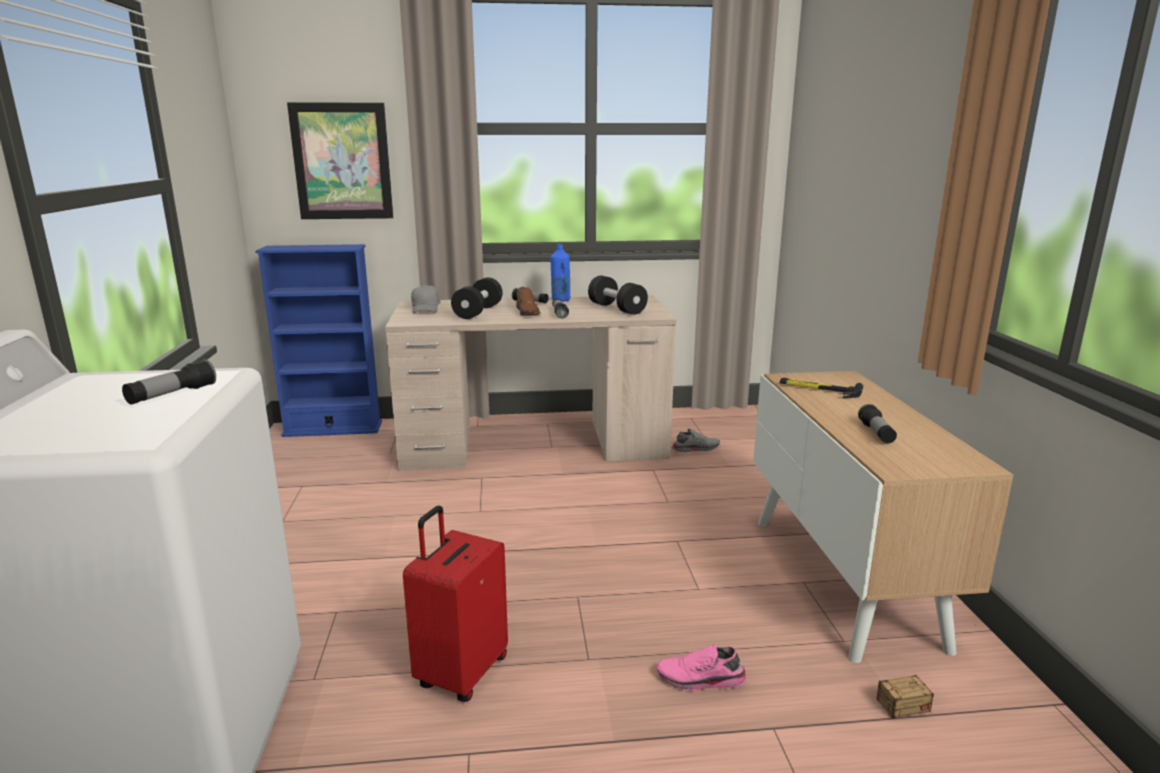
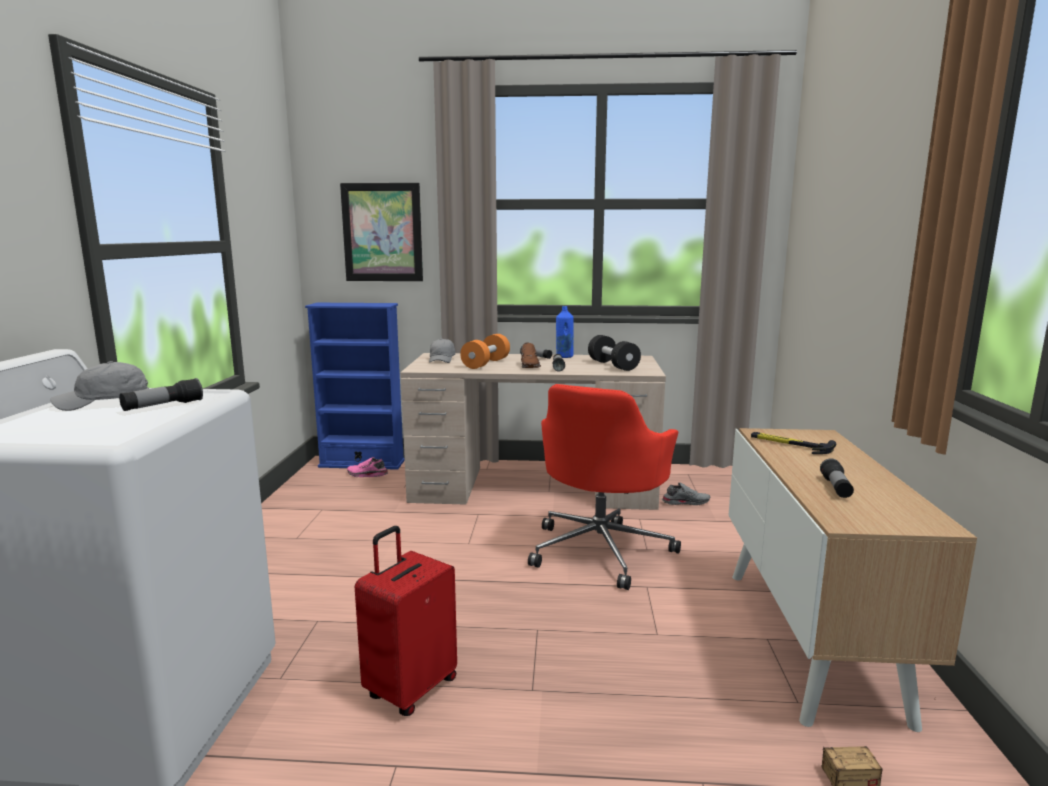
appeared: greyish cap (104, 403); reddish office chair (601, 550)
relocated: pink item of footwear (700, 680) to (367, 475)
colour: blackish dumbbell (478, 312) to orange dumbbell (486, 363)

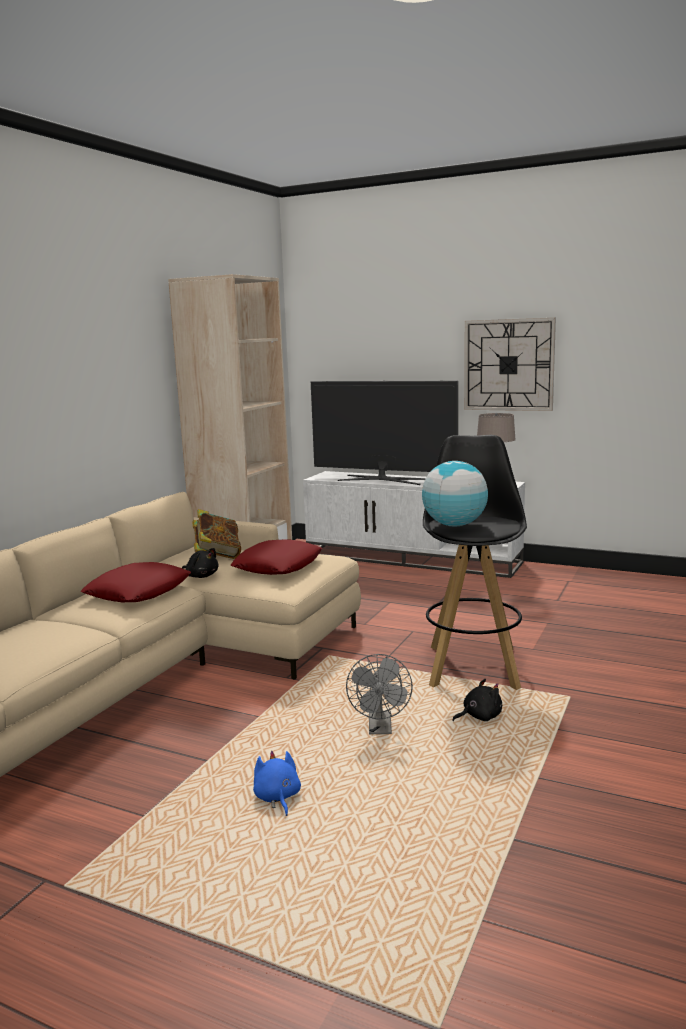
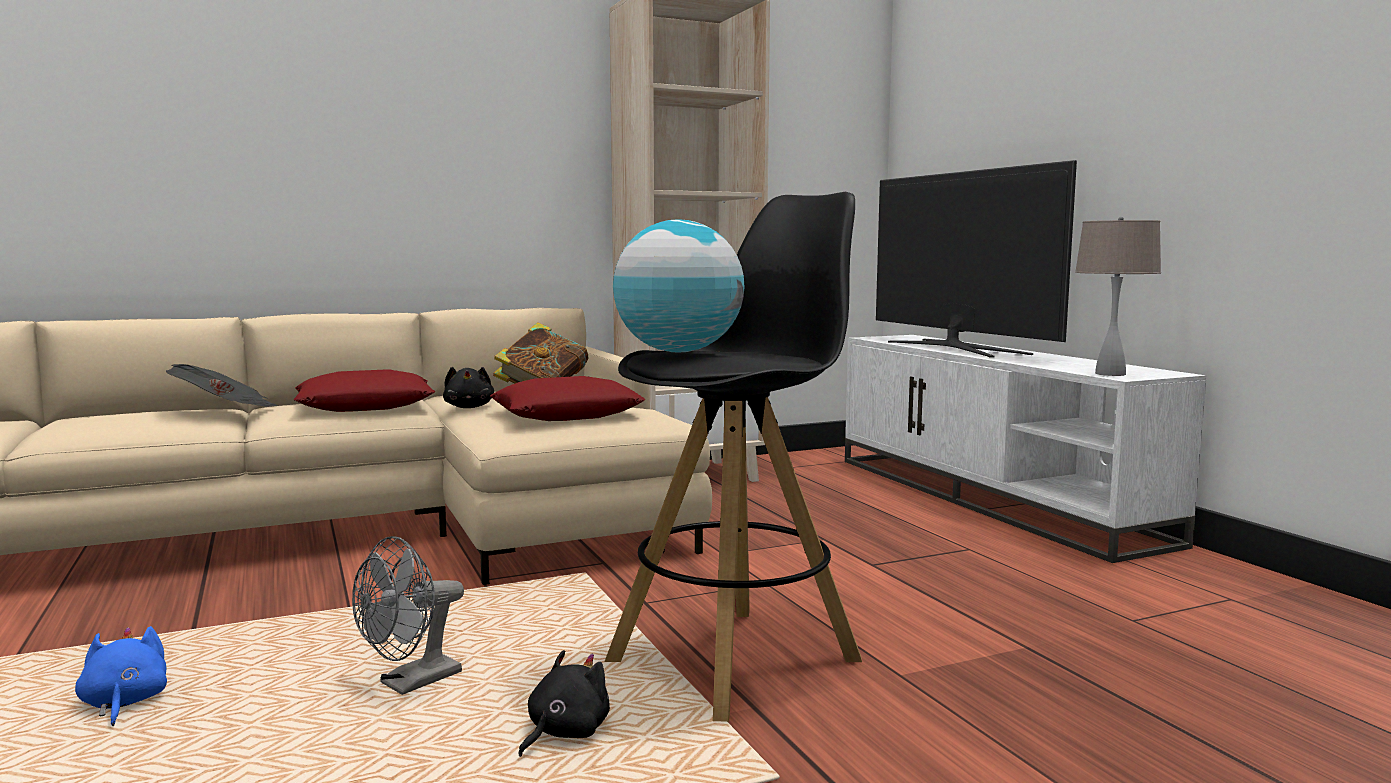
missing: wall clock (508, 365)
appeared: newspaper (226, 413)
spun: blue-coloured plush toy (277, 798) = (123, 703) 45 degrees counterclockwise; blackish plush toy (479, 717) = (564, 733) 75 degrees counterclockwise

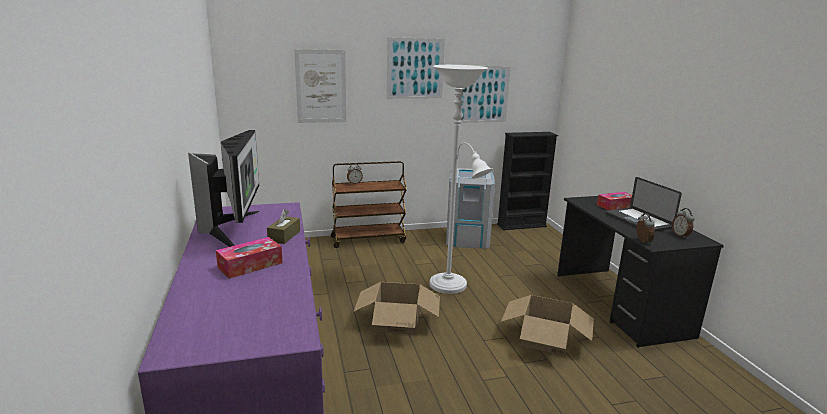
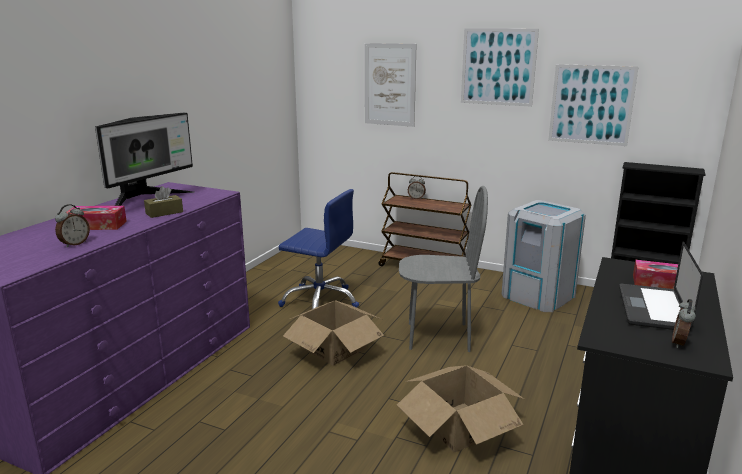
appeared: blue-coloured office chair (320, 301)
relocated: alarm clock (642, 241) to (74, 244)
exchanged: white-coloured floor lamp (451, 286) to greyish plain chair (438, 336)

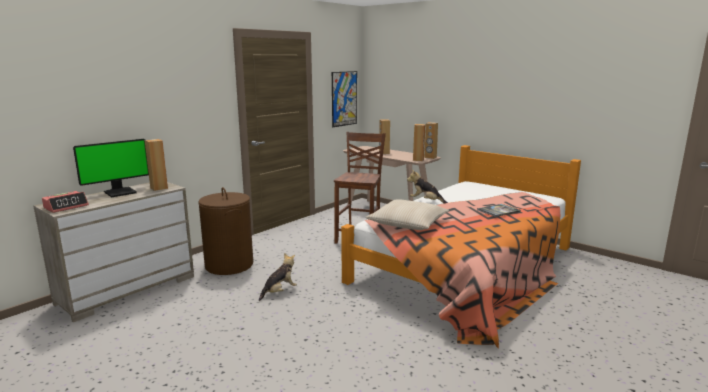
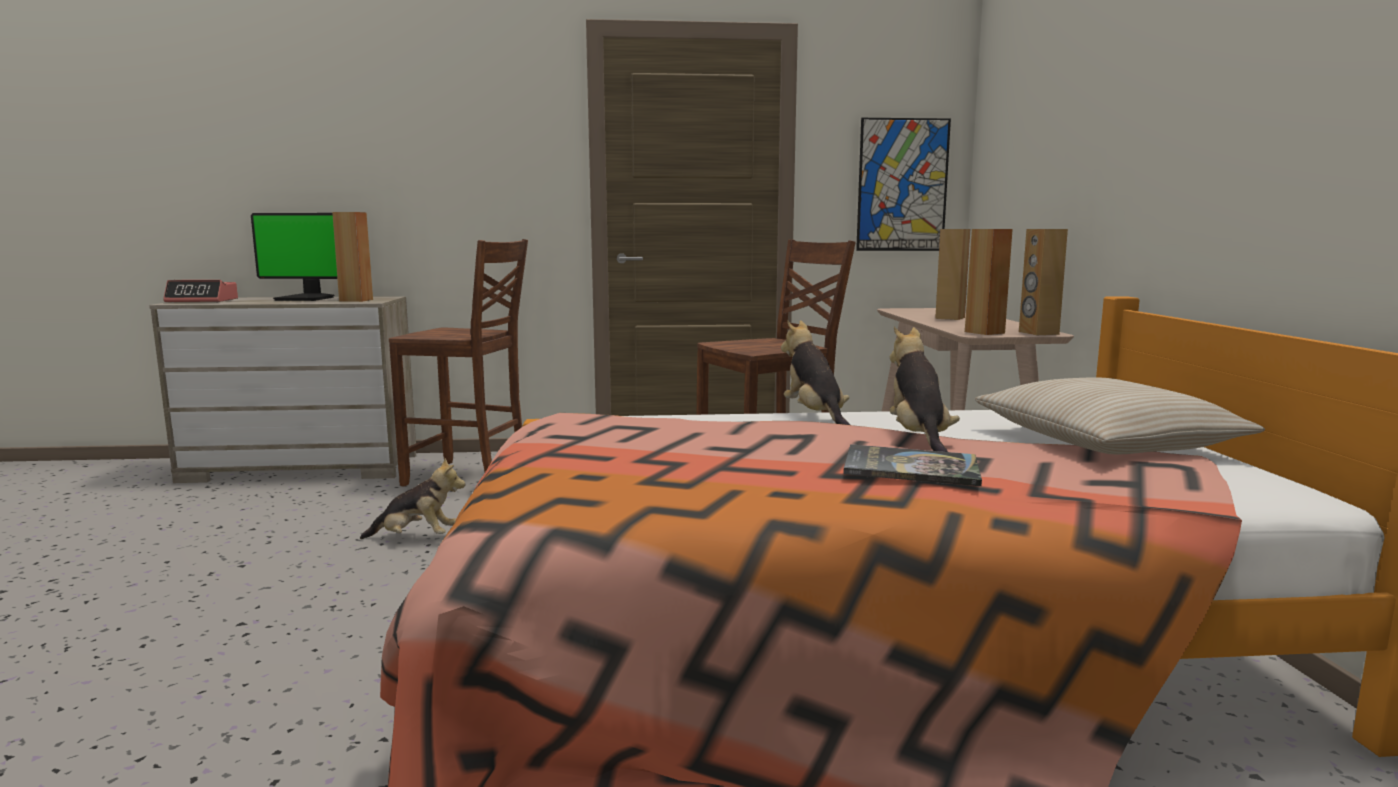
appeared: plush toy (919, 439)
relocated: beige-coloured pillow (407, 223) to (1105, 442)
exchanged: brownish laundry basket (229, 265) to brownish plain chair (469, 478)

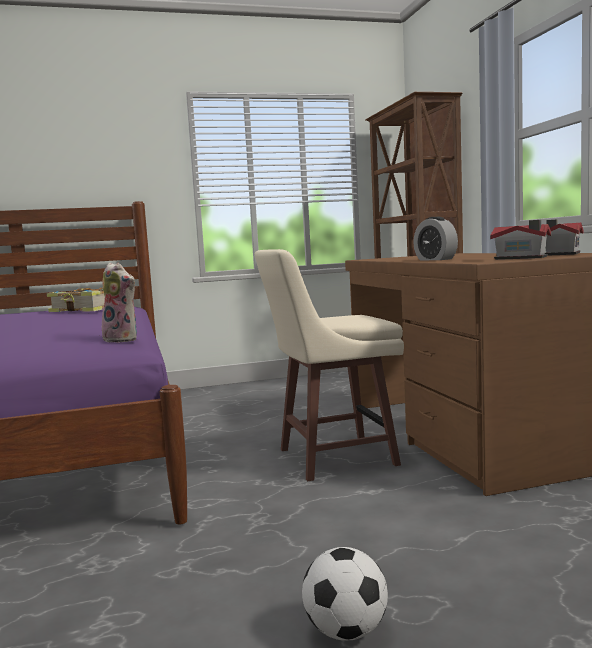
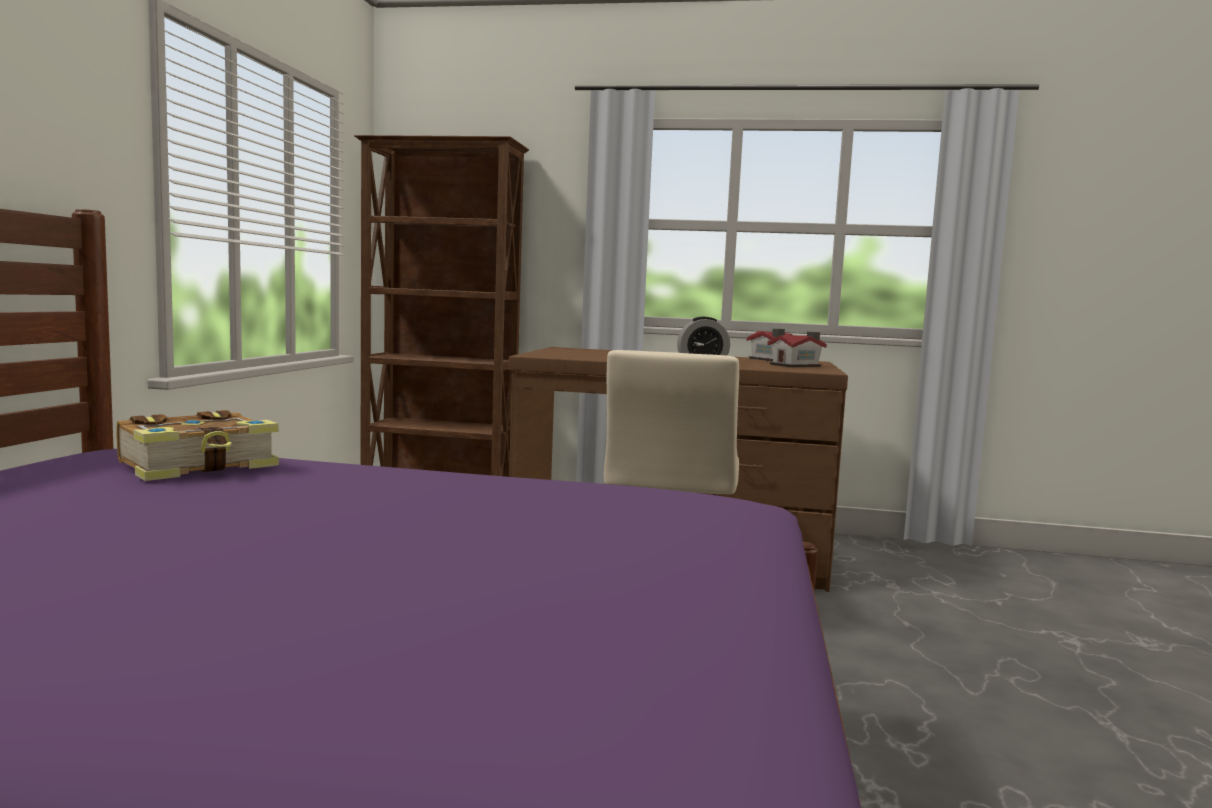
missing: plush toy (123, 339); football (346, 631)

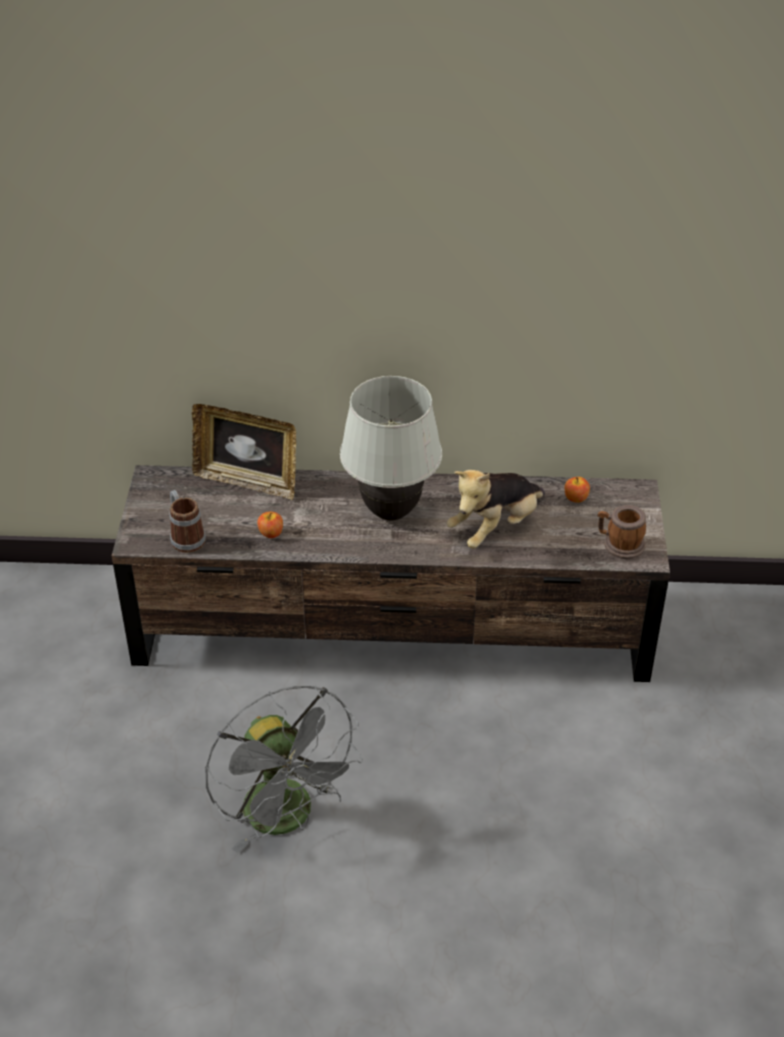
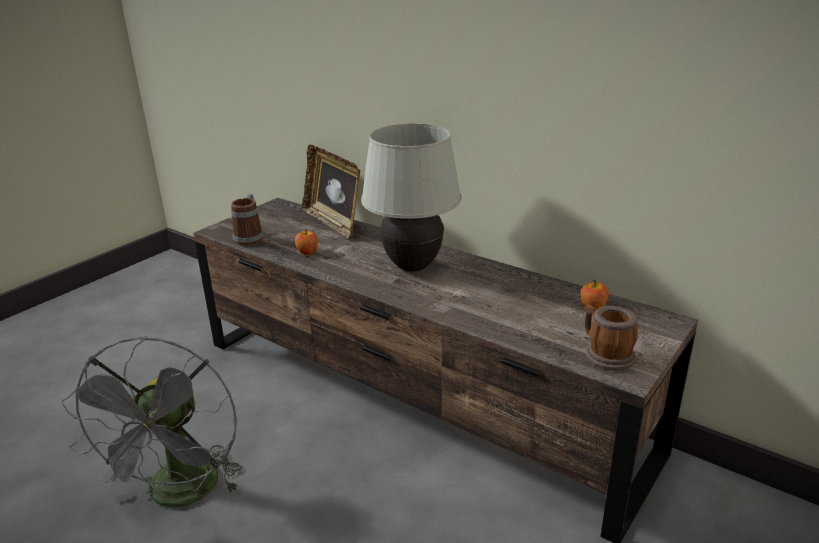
missing: plush toy (495, 527)

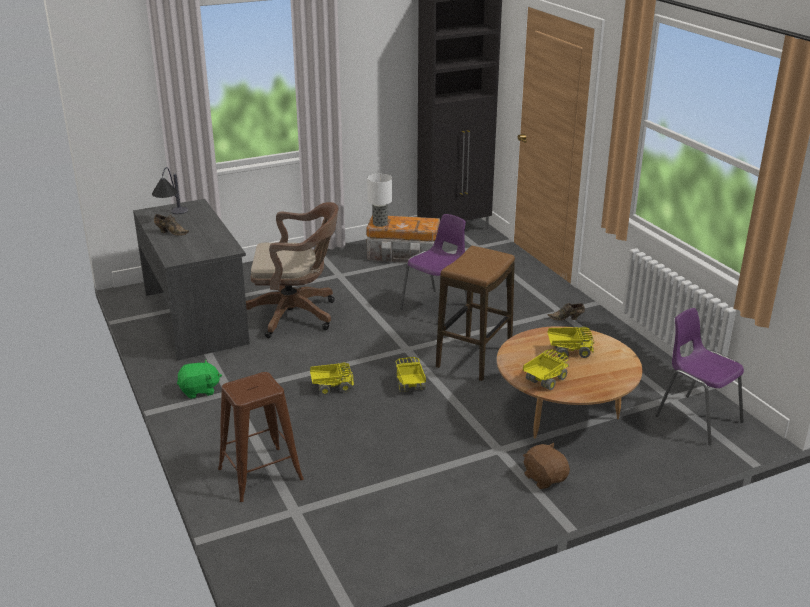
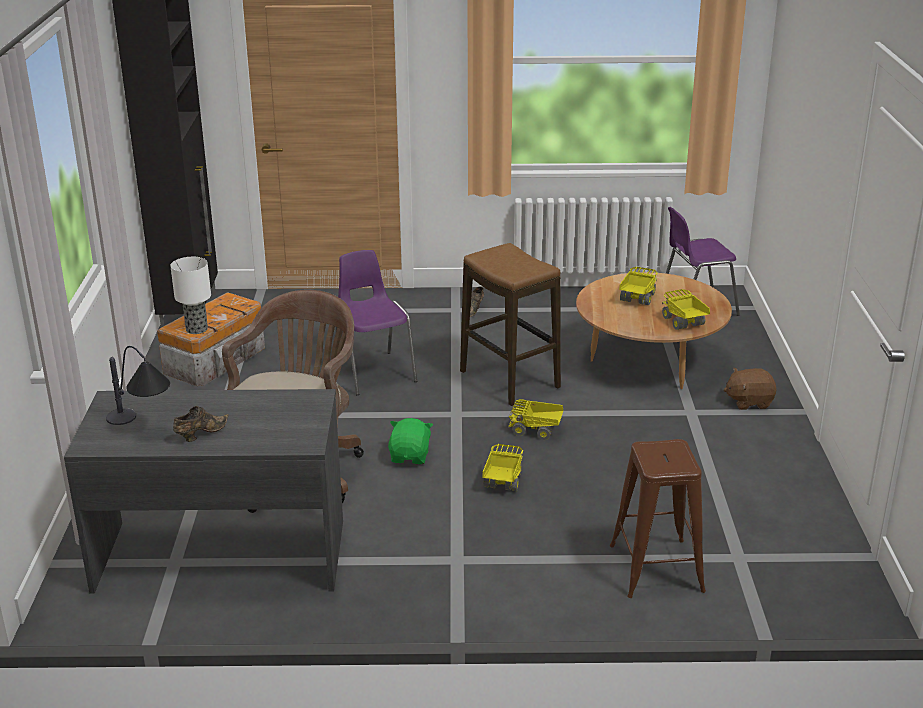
relocated: green plush toy (199, 390) to (410, 456)

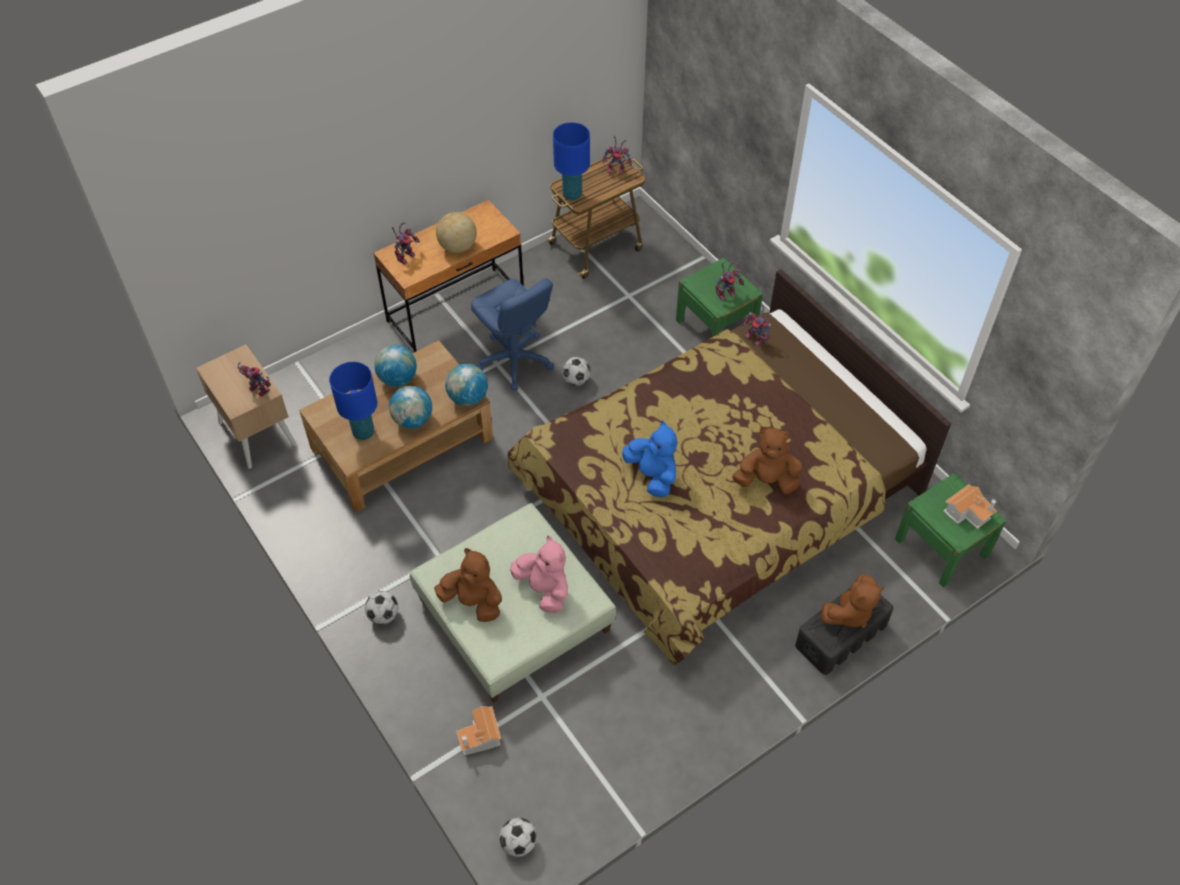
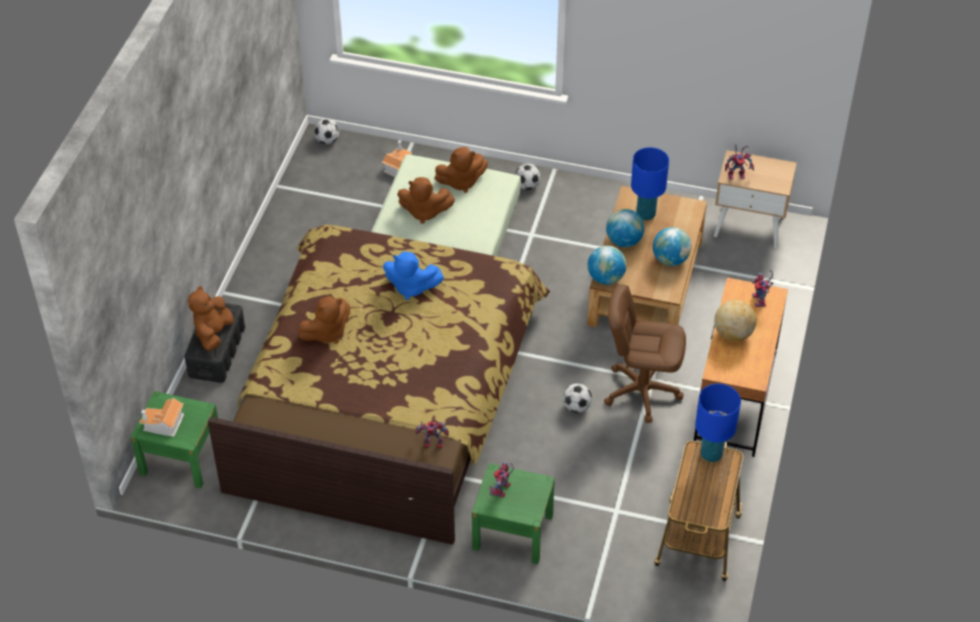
missing: robot figure (617, 169)
colour: blue-coloured office chair (514, 360) to brownish office chair (642, 391); pink plush toy (544, 589) to brownish plush toy (424, 212)

